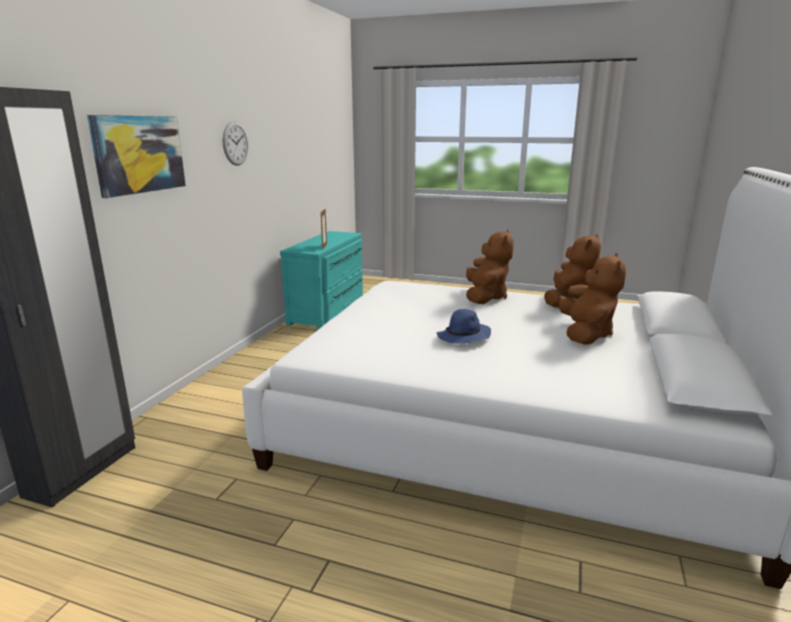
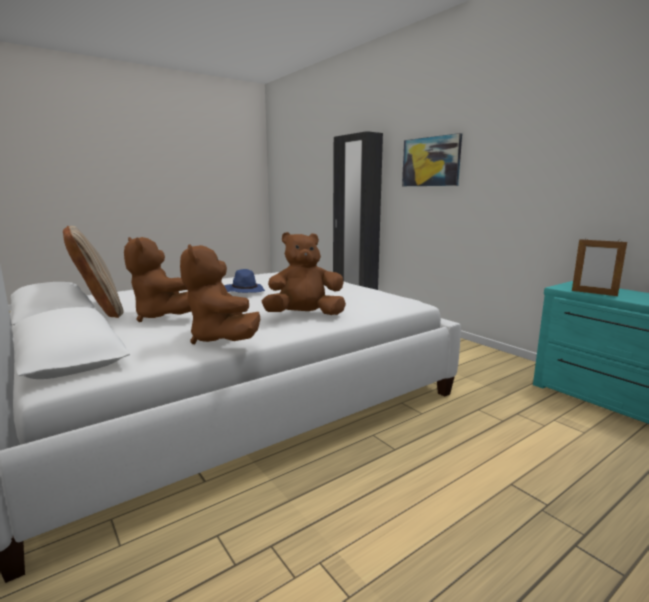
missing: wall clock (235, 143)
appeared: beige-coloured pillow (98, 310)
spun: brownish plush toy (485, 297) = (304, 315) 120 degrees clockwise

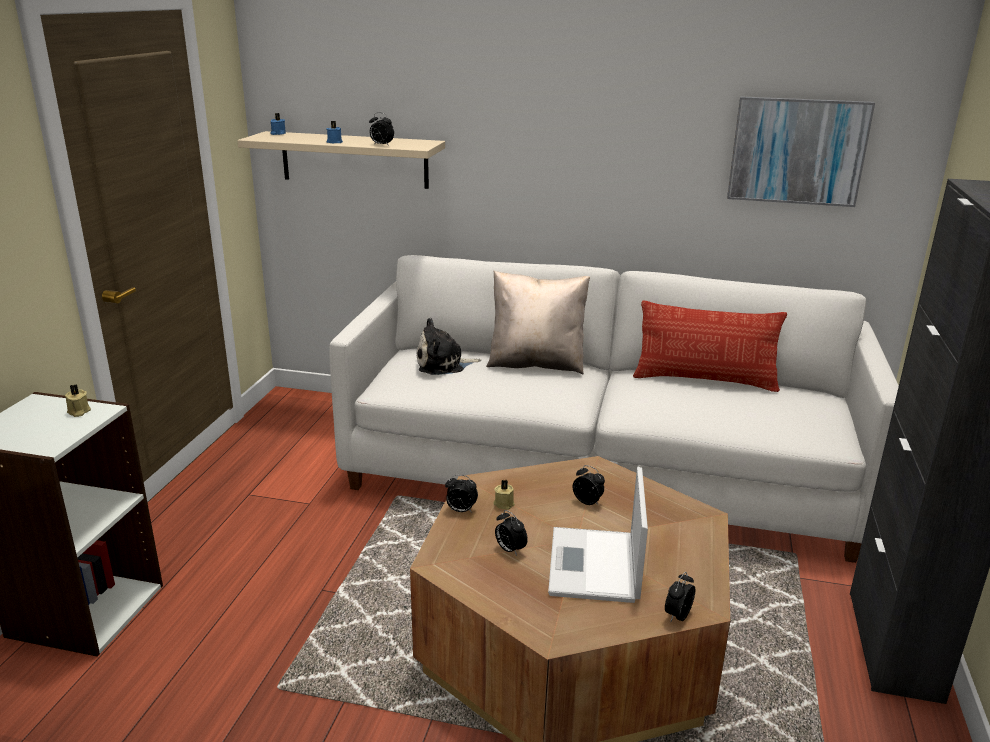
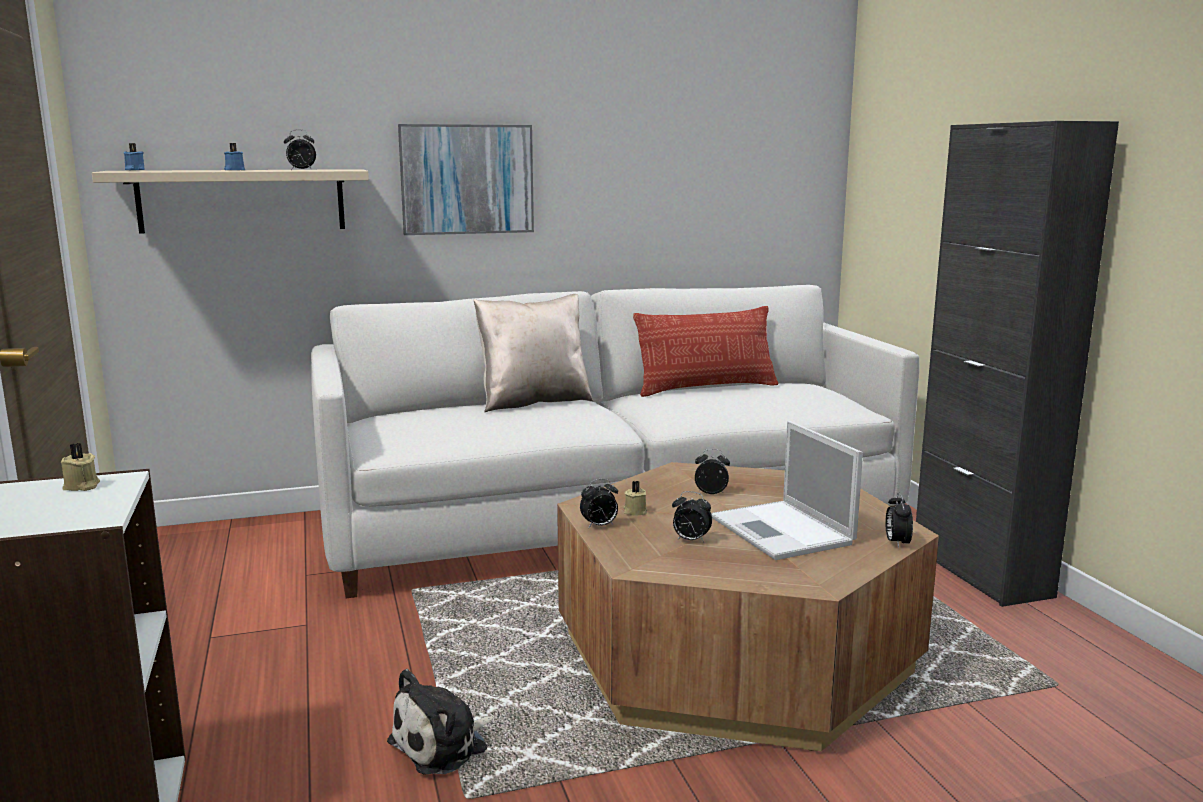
relocated: plush toy (443, 364) to (444, 744); picture (797, 151) to (467, 179)

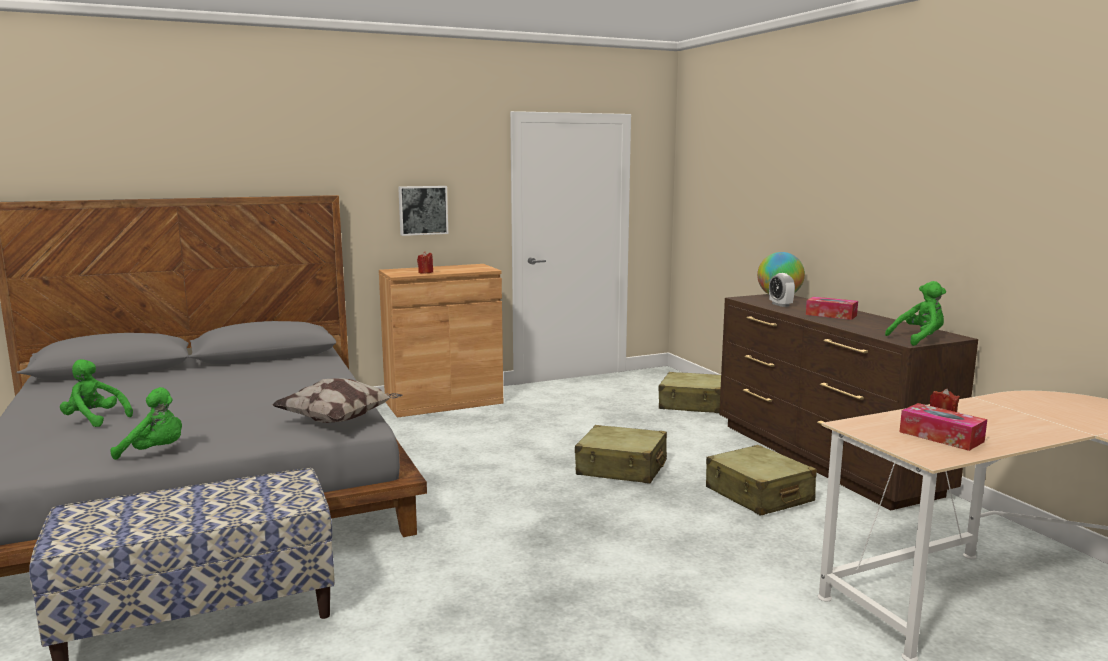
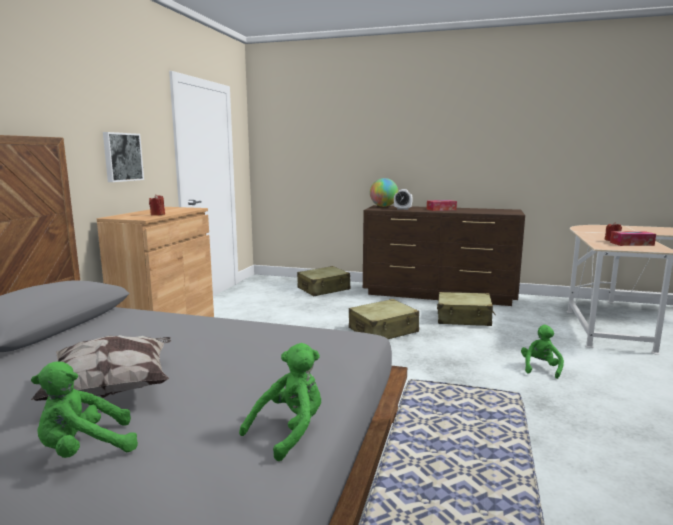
relocated: pillow (340, 420) to (113, 388); green plush toy (919, 339) to (540, 368)

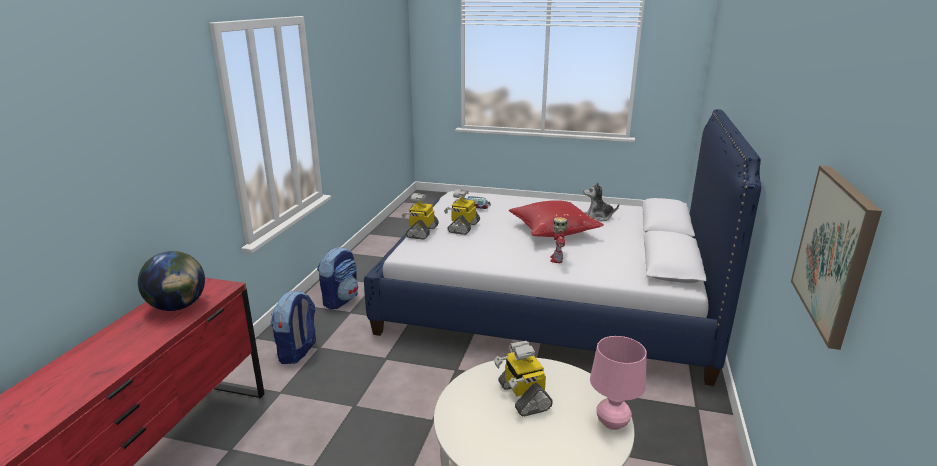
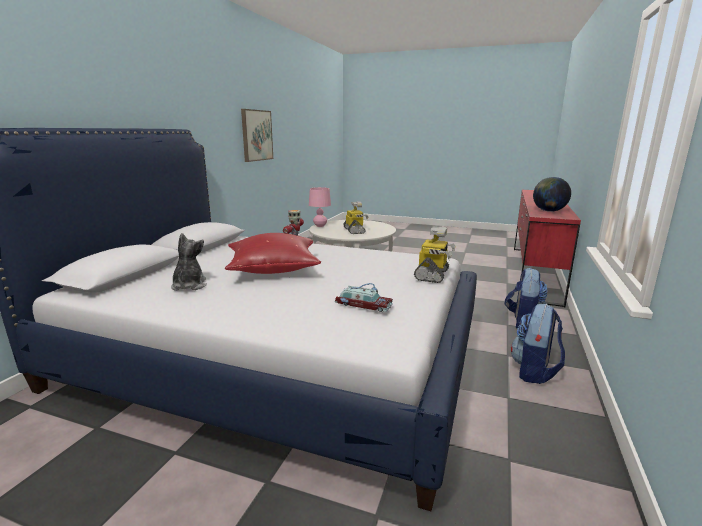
missing: robot figure (463, 227)
spun: plush toy (598, 217) = (189, 286) 105 degrees counterclockwise

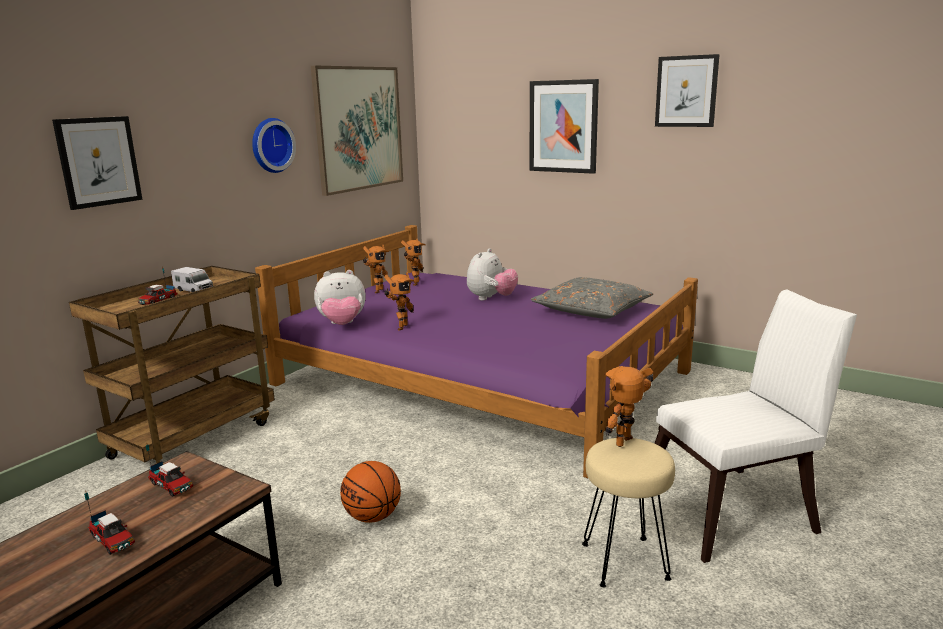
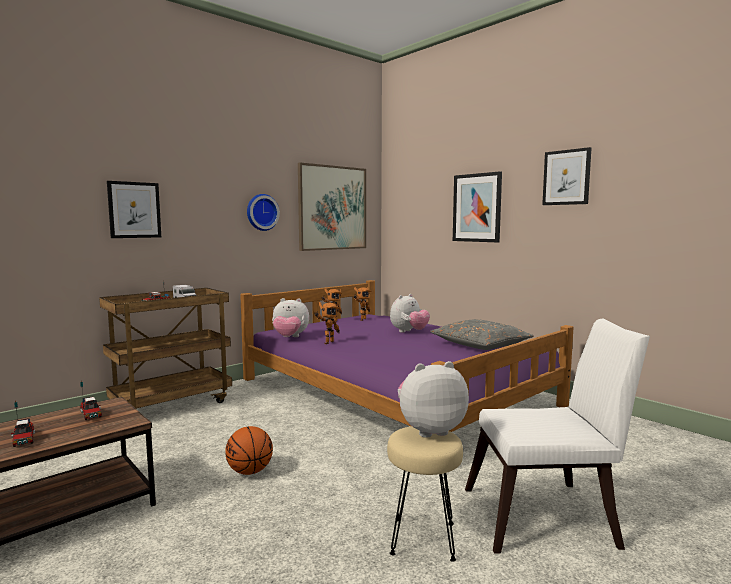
exchanged: robot figure (628, 443) to plush toy (429, 430)

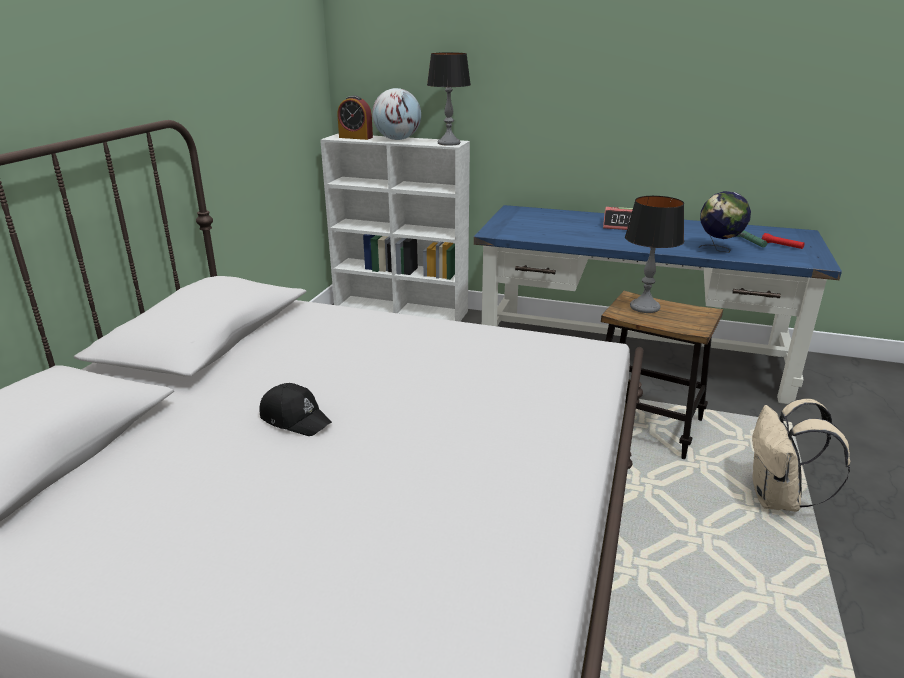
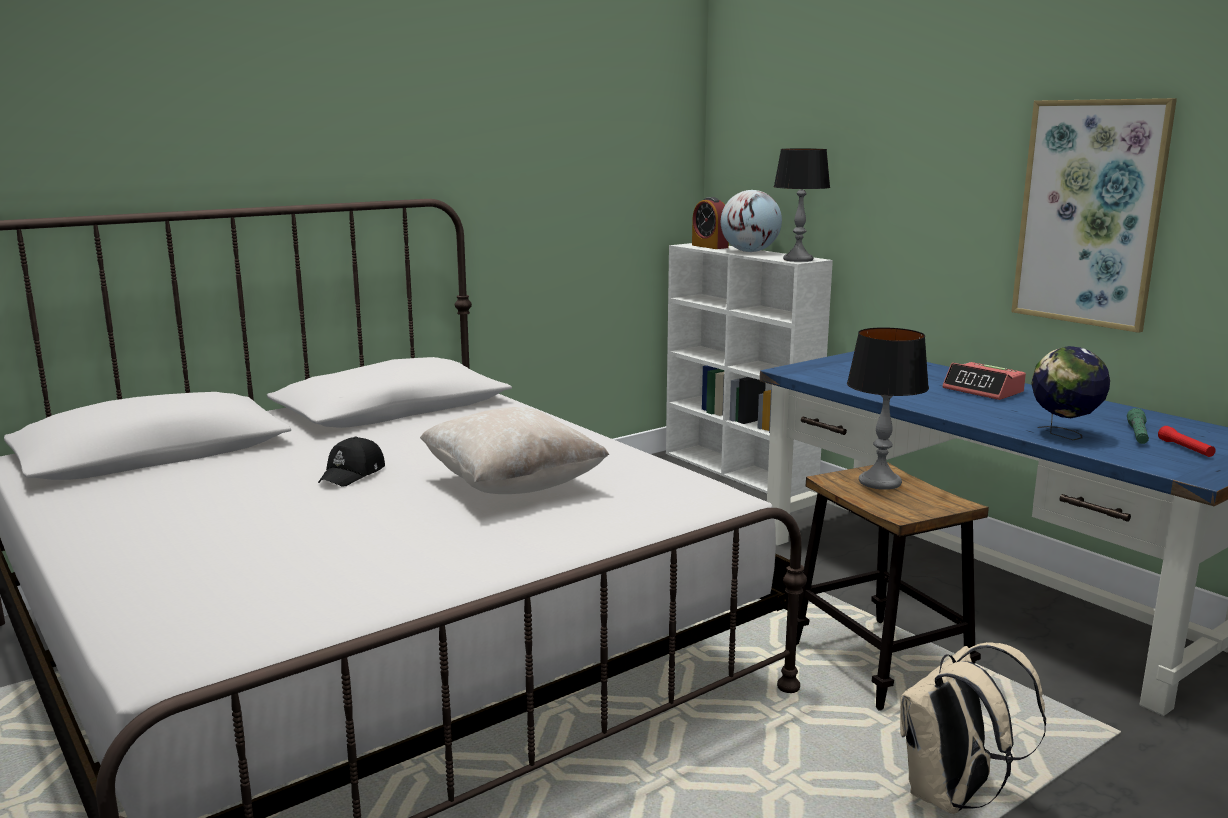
appeared: beige-coloured pillow (513, 486); picture (1090, 213)
spun: blackish cap (295, 418) = (353, 474) 45 degrees clockwise

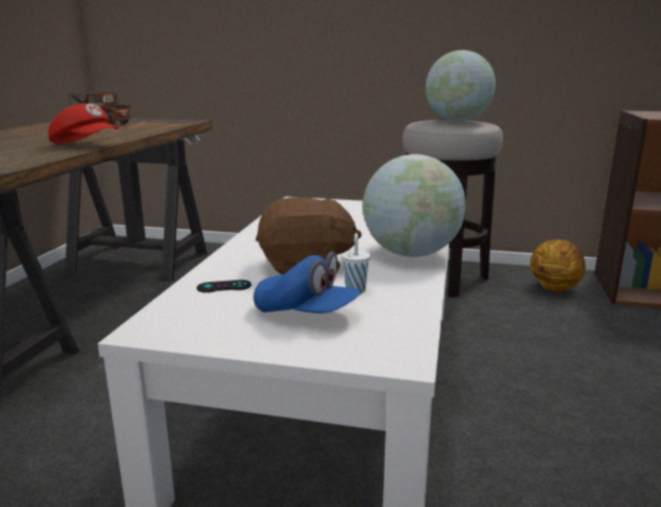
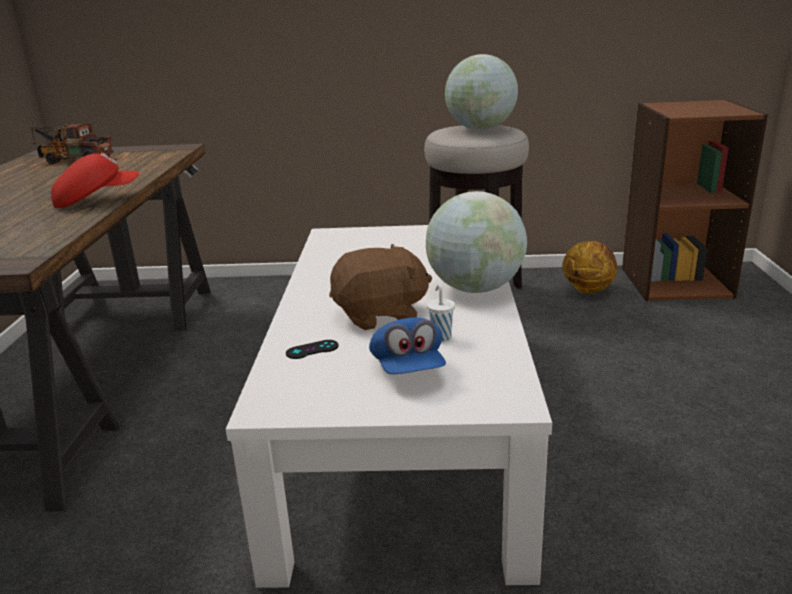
spun: reddish cap (86, 145) = (96, 200) 45 degrees counterclockwise; blue-coloured cap (306, 313) = (408, 368) 60 degrees clockwise

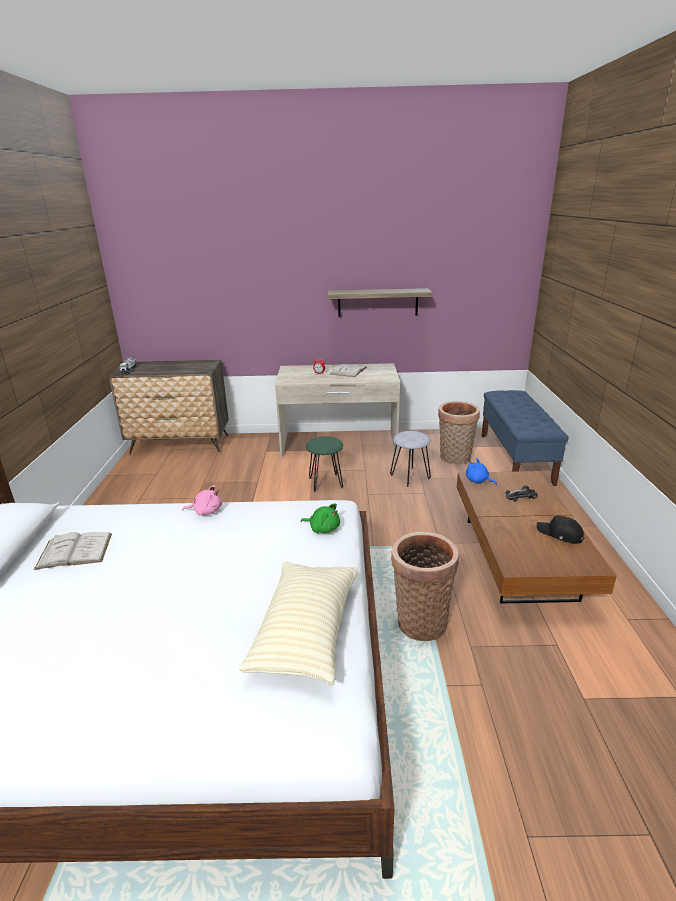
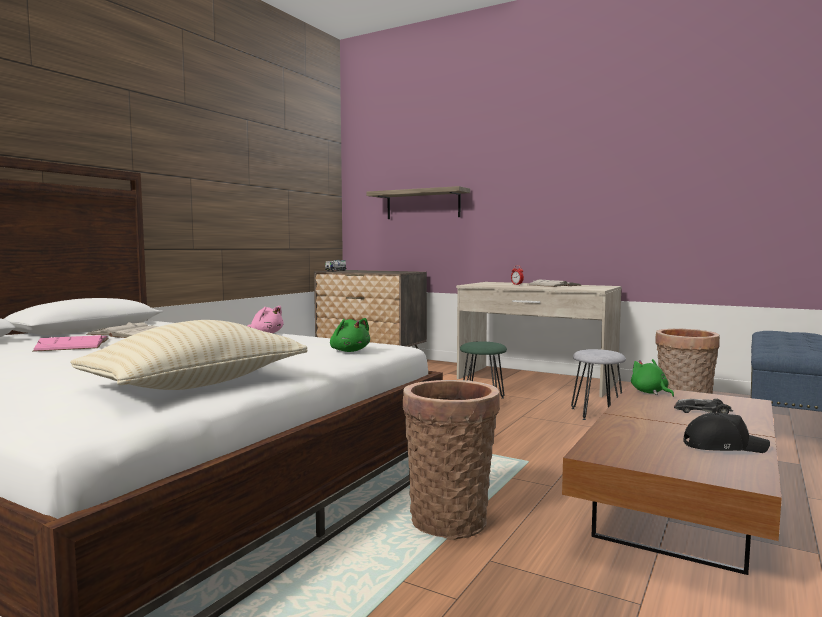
appeared: pink volume (73, 344)
relocated: shelf (378, 302) to (423, 204)
colour: blue-coloured plush toy (478, 481) to green plush toy (650, 392)
spun: blackish cap (560, 534) = (723, 446) 120 degrees clockwise

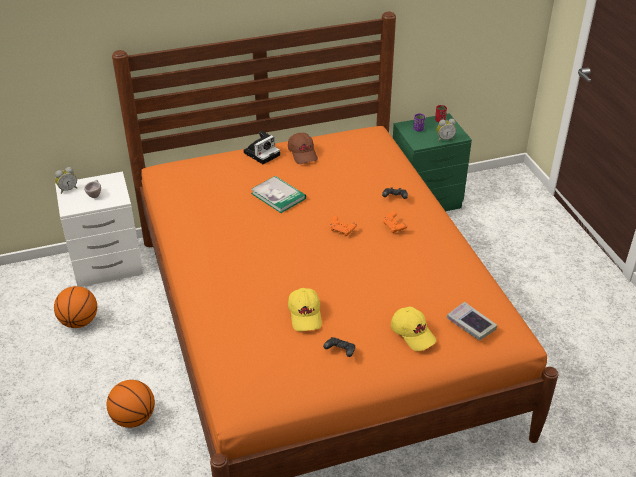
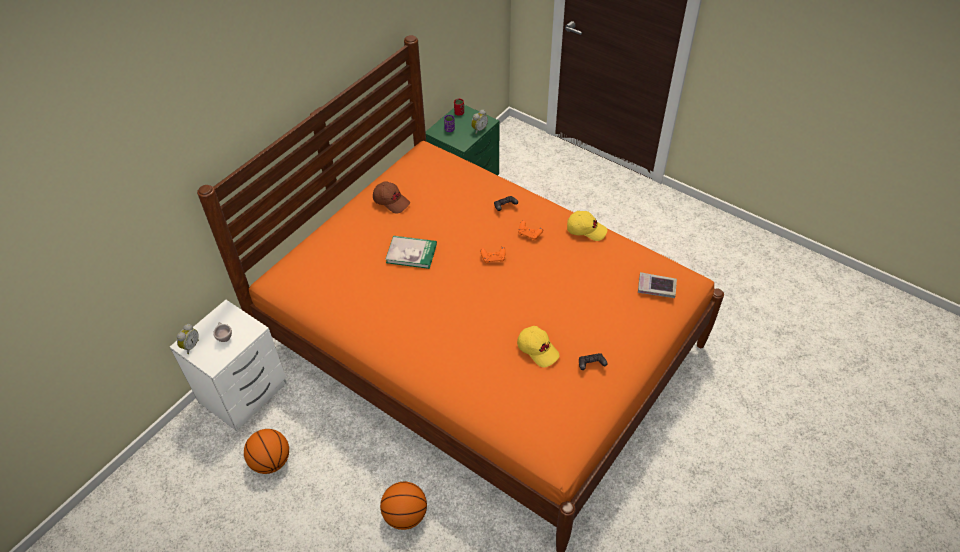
missing: photo camera (262, 153)
relocated: yellow-coloured cap (413, 333) to (586, 230)

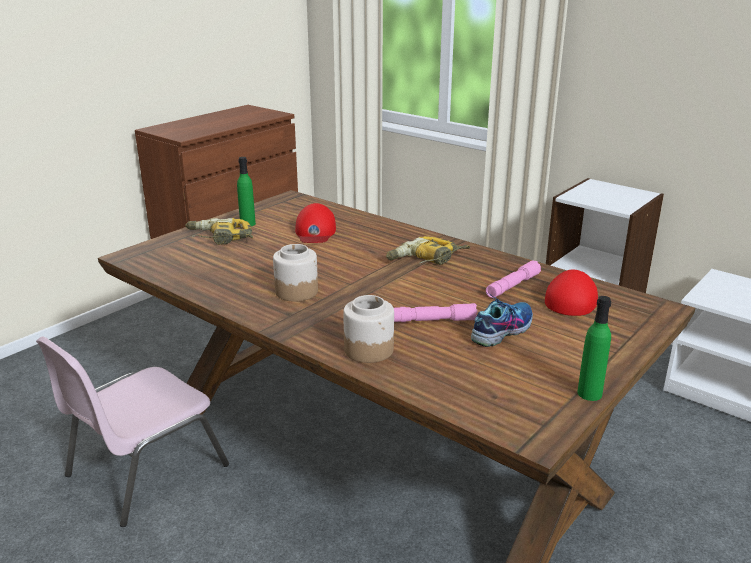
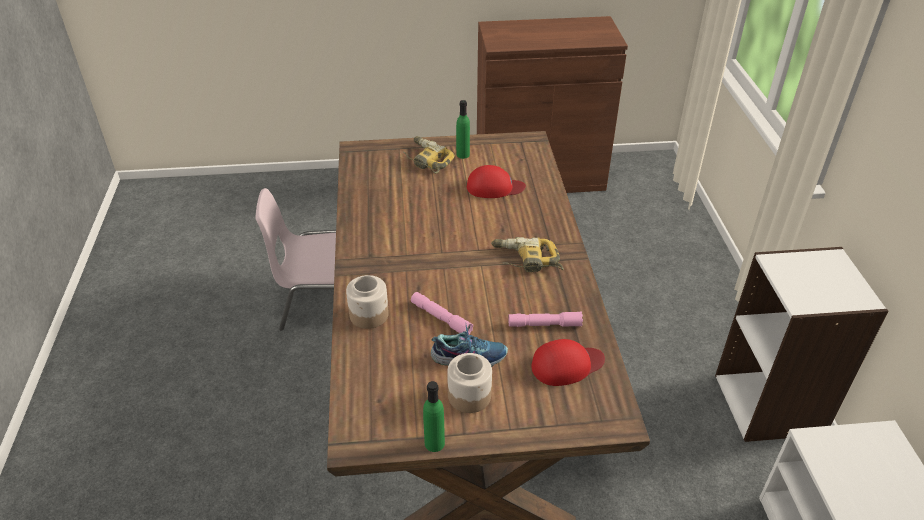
relocated: storage jar (296, 291) to (469, 395)
spun: reddish cap (315, 232) = (494, 187) 135 degrees counterclockwise

